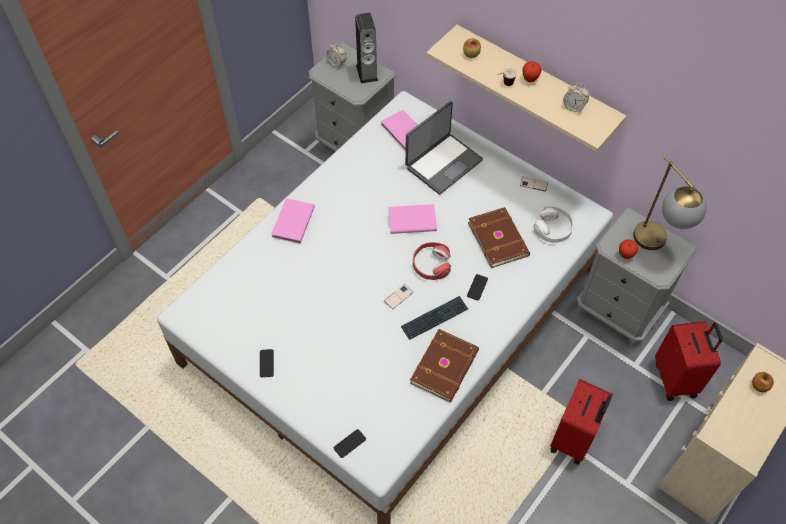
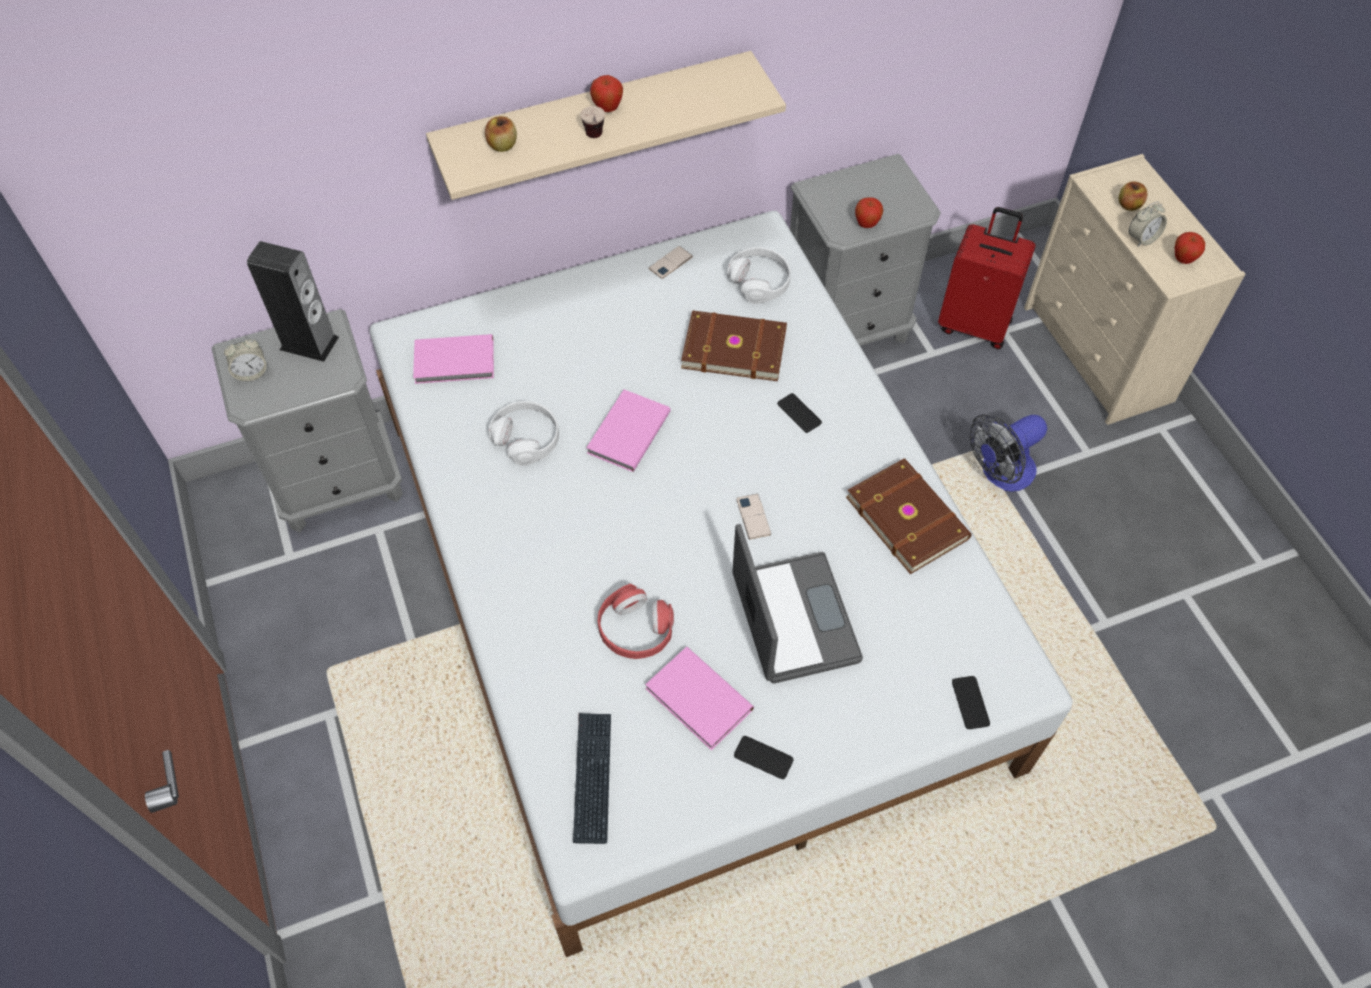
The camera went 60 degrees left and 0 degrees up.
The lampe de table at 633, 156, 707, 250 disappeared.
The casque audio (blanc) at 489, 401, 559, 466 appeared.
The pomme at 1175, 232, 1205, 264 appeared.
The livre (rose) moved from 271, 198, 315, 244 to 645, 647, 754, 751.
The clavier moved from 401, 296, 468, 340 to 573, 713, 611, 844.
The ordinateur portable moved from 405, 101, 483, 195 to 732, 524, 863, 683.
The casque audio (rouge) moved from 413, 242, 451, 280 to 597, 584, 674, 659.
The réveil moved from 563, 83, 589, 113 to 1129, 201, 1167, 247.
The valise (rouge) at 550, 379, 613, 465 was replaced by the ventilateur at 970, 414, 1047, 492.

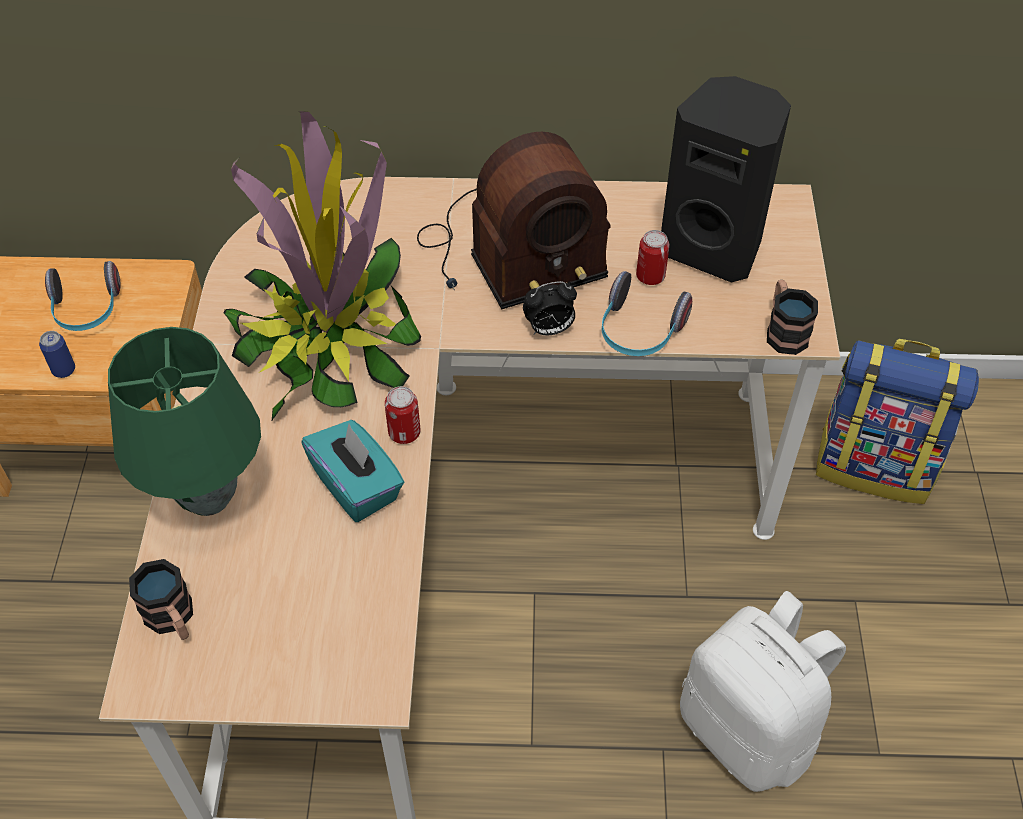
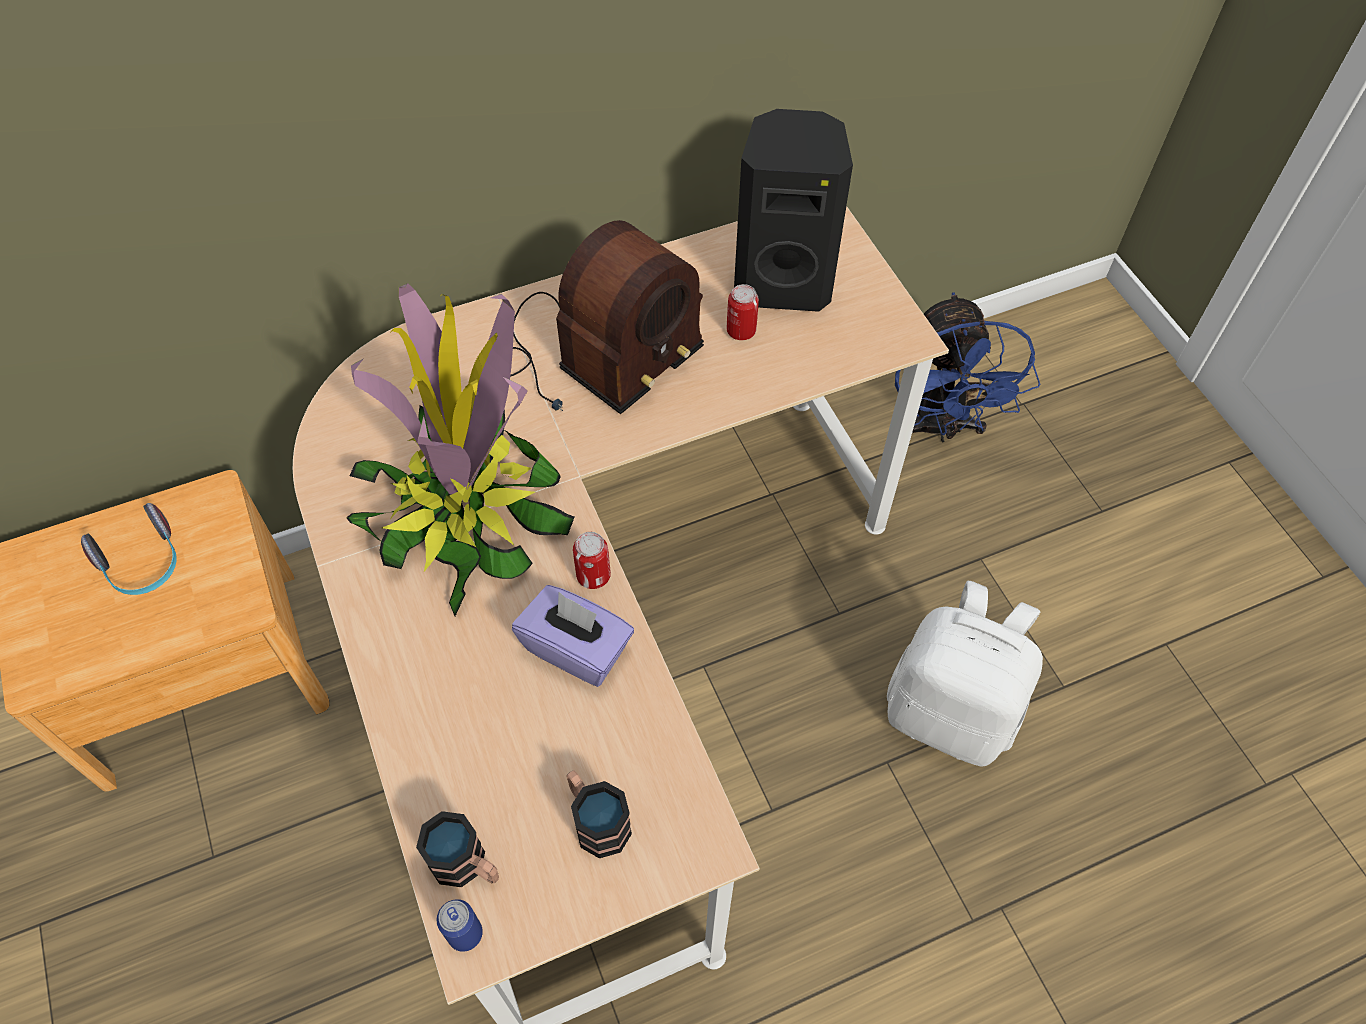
The camera went 25 degrees left and 5 degrees up.
The lampe de table (vert) at 108, 327, 261, 516 disappeared.
The réveil at 523, 281, 577, 335 disappeared.
The casque audio at 602, 271, 692, 356 disappeared.
The boîte métallique moved from 39, 331, 75, 378 to 437, 899, 483, 952.
The mug moved from 767, 280, 818, 355 to 567, 770, 632, 858.
The sac à dos at 816, 339, 979, 504 was replaced by the ventilateur (bleu) at 895, 292, 1041, 442.
The boîte à mouchoirs (turquoise) at 301, 420, 404, 522 became the boîte à mouchoirs (violet) at 512, 585, 634, 687.

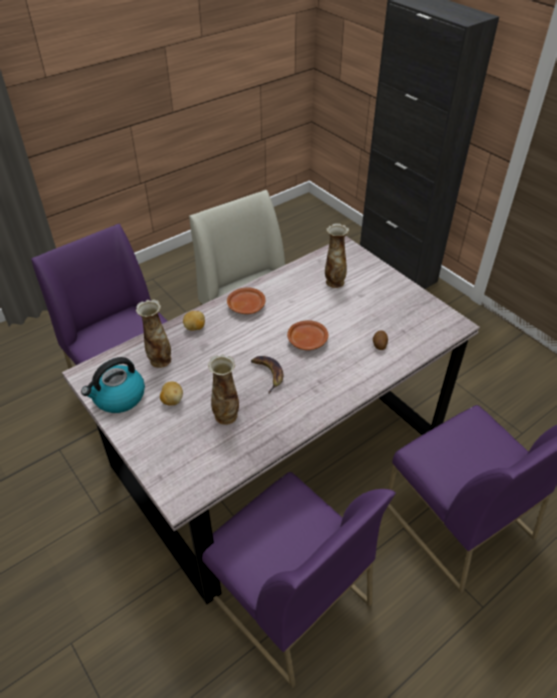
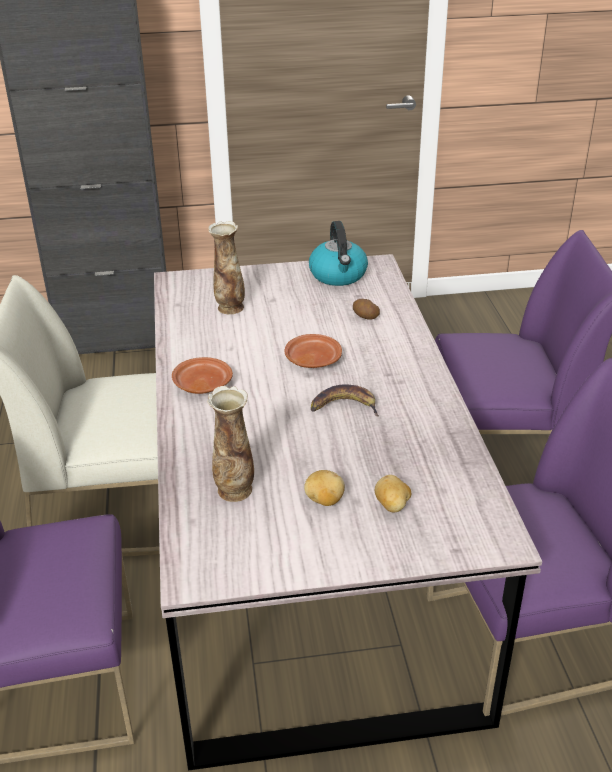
The camera went 60 degrees left and 10 degrees down.
The vase at 208, 354, 239, 425 disappeared.
The bouilloire moved from 81, 357, 145, 413 to 309, 221, 368, 286.
The pomme de terre moved from 183, 311, 205, 331 to 375, 475, 411, 513.

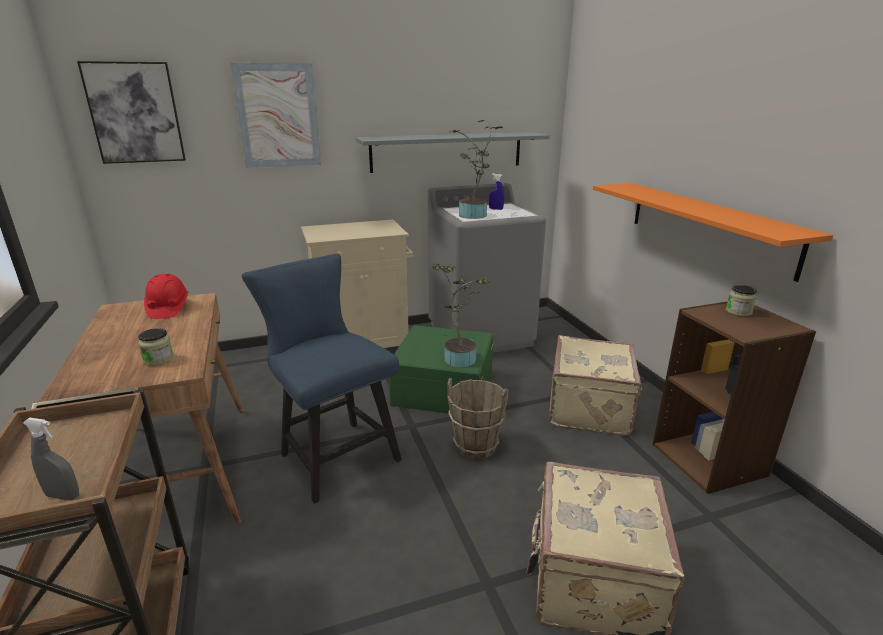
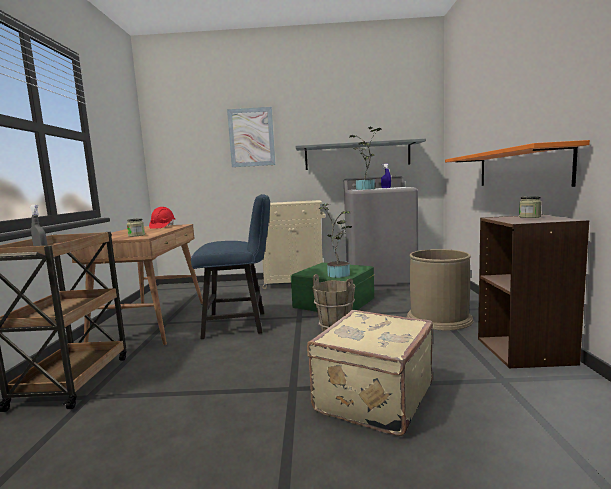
The camera went 20 degrees right and 15 degrees down.
The tableau at 77, 61, 186, 164 disappeared.
The valise (beige) at 549, 336, 642, 436 was replaced by the poubelle (marron) at 407, 249, 474, 331.
The chaise (bleu) at 242, 254, 402, 504 turned 105 degrees clockwise.

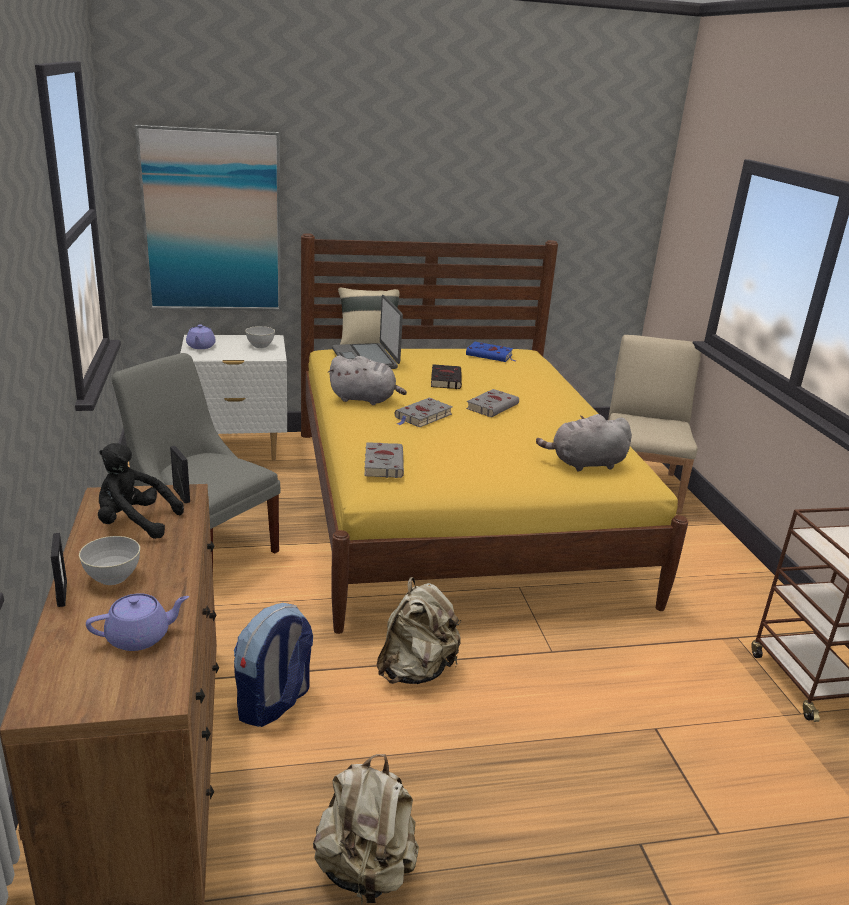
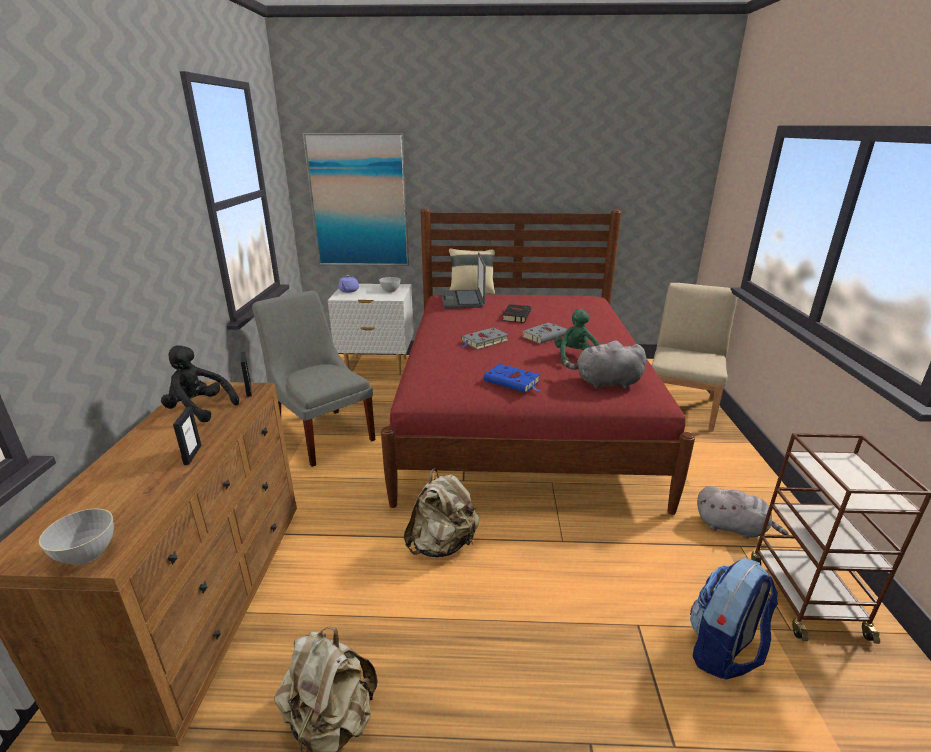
The camera went 15 degrees right and 0 degrees up.
The théière (violet) at 86, 593, 189, 651 disappeared.
The livre (gris) at 364, 442, 404, 478 disappeared.
The peluche (vert) at 554, 309, 599, 365 appeared.
The cadre photo moved from 51, 533, 67, 607 to 173, 407, 202, 465.
The bol (gris) moved from 79, 536, 140, 585 to 39, 508, 114, 565.
The sac à dos moved from 234, 603, 313, 727 to 690, 558, 778, 680.
The peluche (gris) moved from 328, 355, 407, 405 to 697, 486, 788, 539.
The livre (bleu) moved from 466, 342, 516, 362 to 484, 364, 541, 393.
The lit (jaune) at 301, 233, 688, 634 became the lit (rouge) at 381, 208, 695, 515.

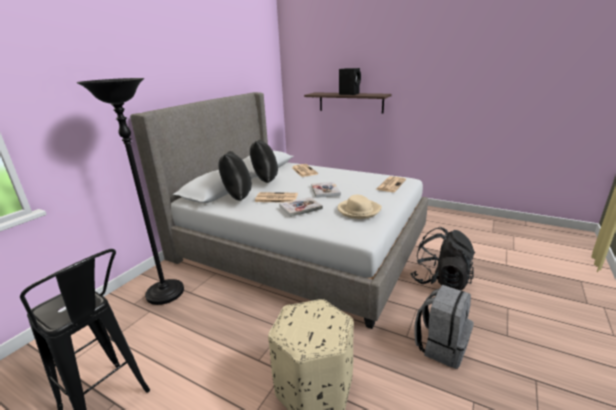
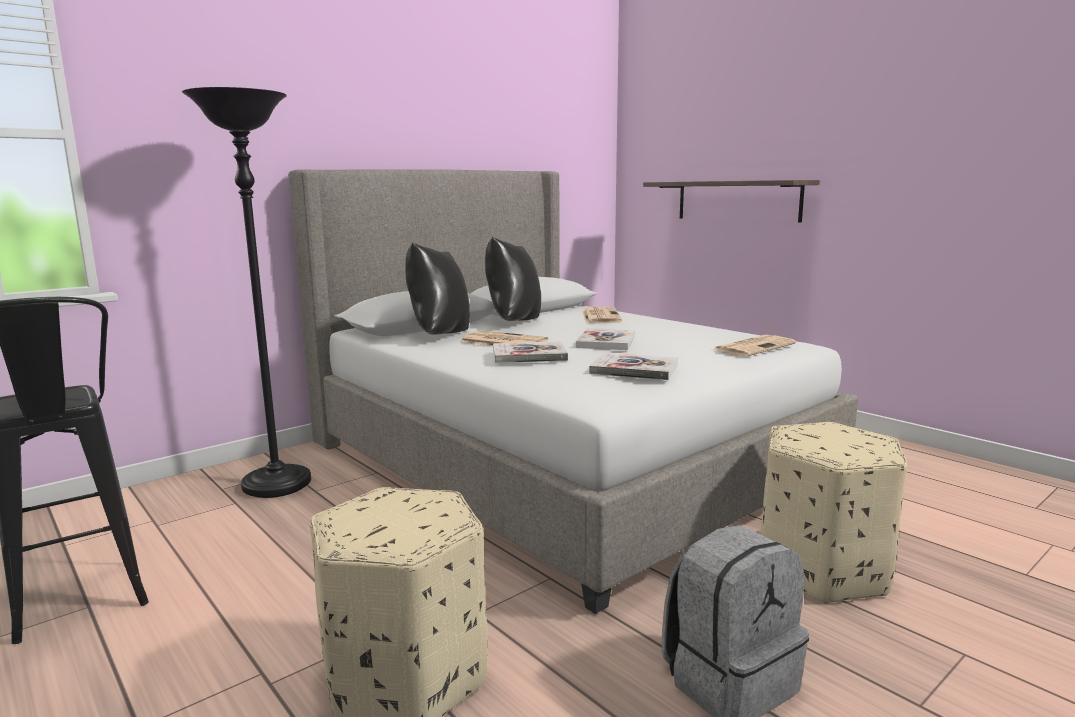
The camera went 20 degrees right and 10 degrees down.
The enceinte (noir) at 339, 68, 361, 95 disappeared.
The chapeau (beige) at 338, 195, 382, 219 was replaced by the livre at 589, 352, 678, 380.
The sac à dos (noir) at 410, 227, 475, 291 was replaced by the pouf (beige) at 761, 422, 907, 604.

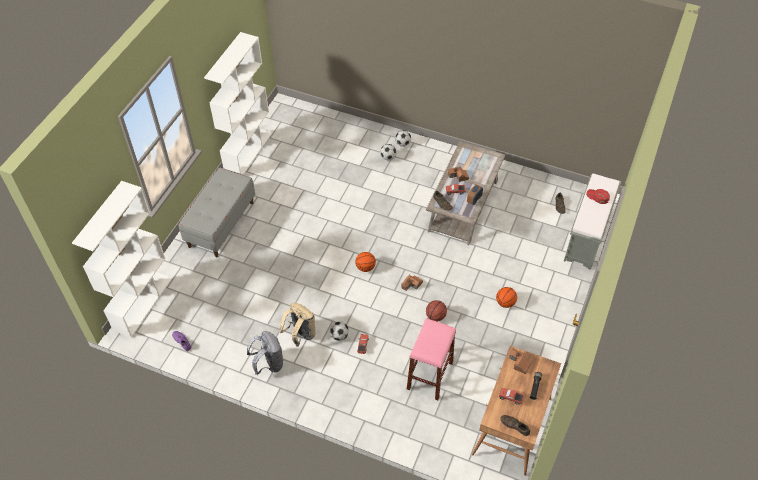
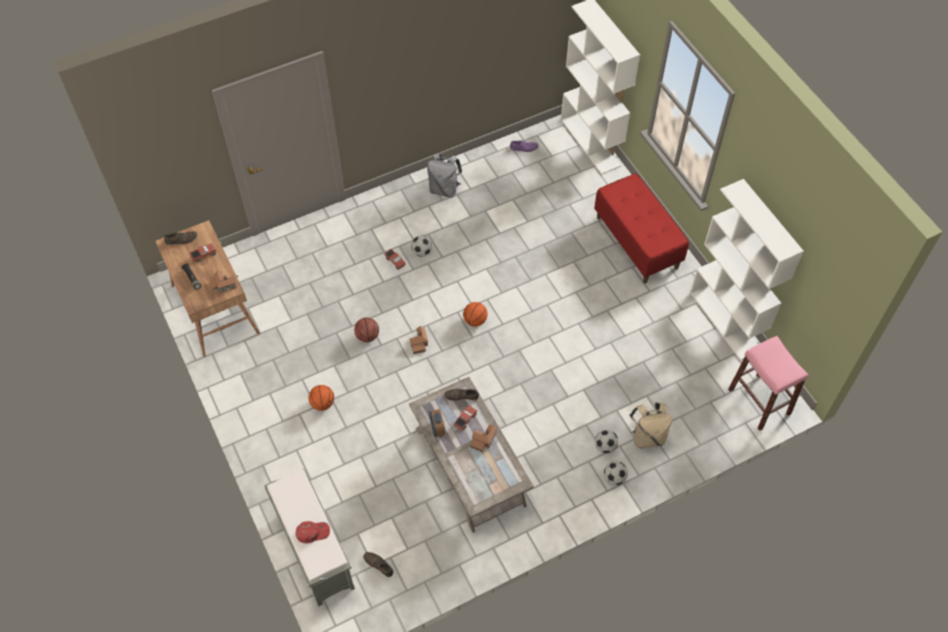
The camera went 130 degrees right and 5 degrees up.
The sac à dos (beige) moved from 279, 303, 316, 347 to 629, 402, 672, 448.
The tabouret (rose) moved from 407, 319, 456, 400 to 728, 336, 808, 431.
The banc (gris) at 179, 168, 255, 257 became the banc (rouge) at 594, 173, 689, 283.

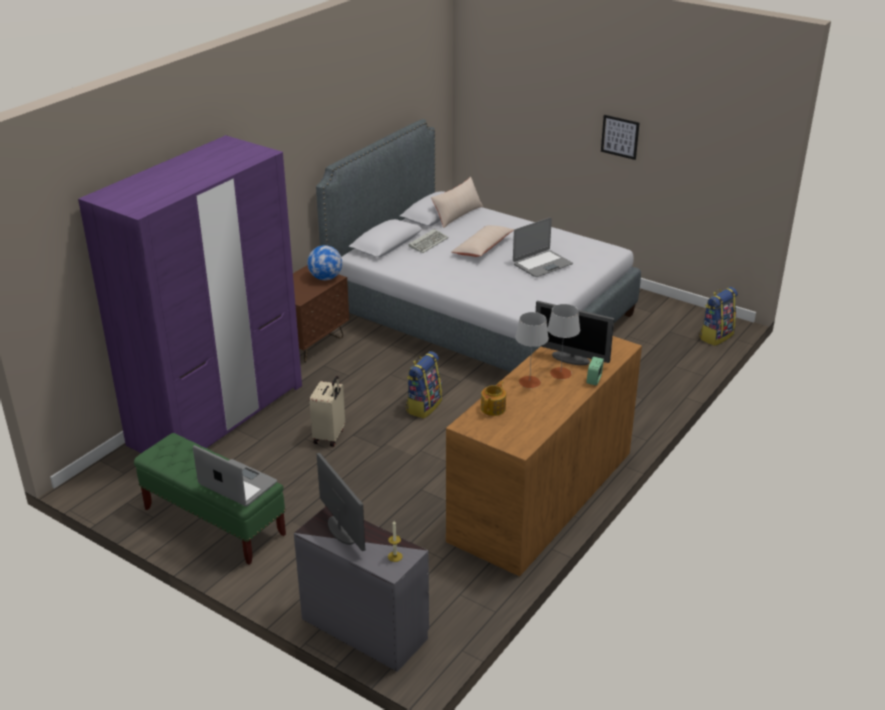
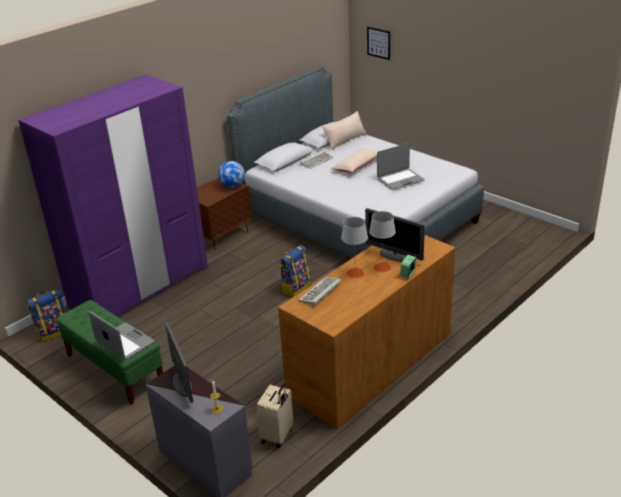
The camera went 10 degrees right and 0 degrees up.
The valise (beige) moved from 309, 376, 345, 447 to 257, 384, 294, 448.
The tableau moved from 601, 115, 639, 160 to 367, 27, 390, 60.
The sac à dos moved from 699, 287, 738, 346 to 28, 289, 66, 342.
The théière at 481, 381, 506, 416 was replaced by the clavier at 299, 277, 342, 305.

